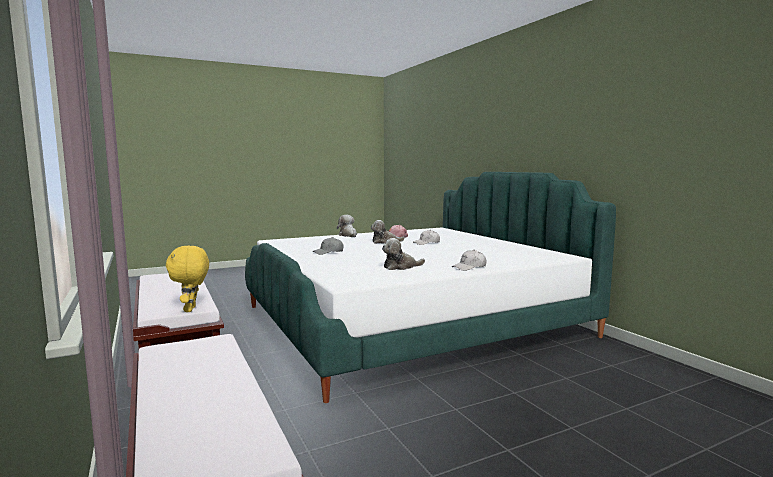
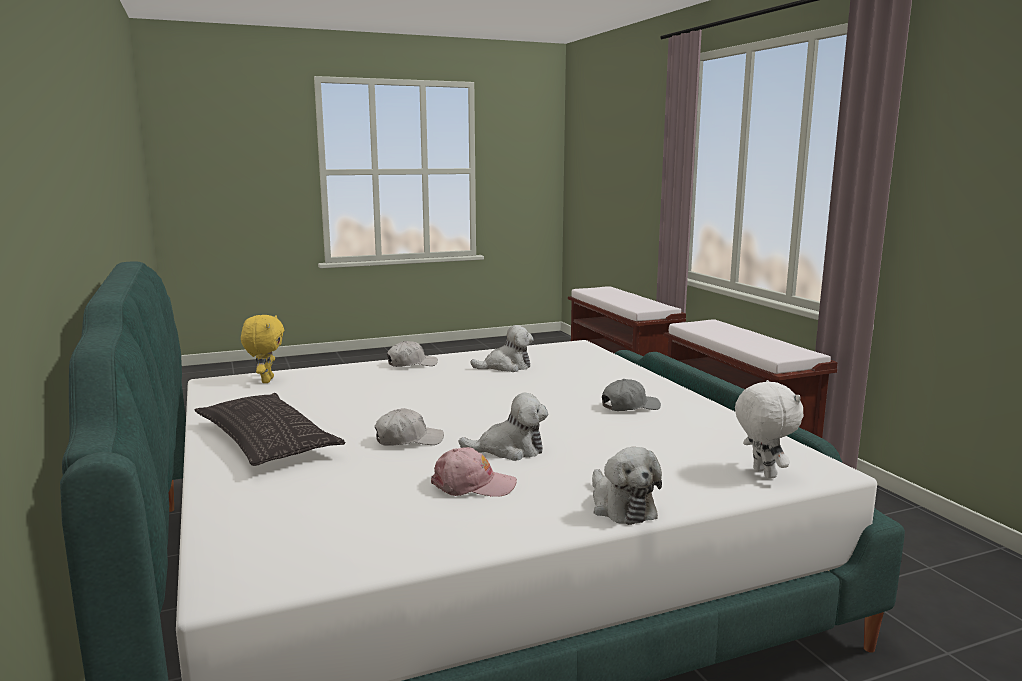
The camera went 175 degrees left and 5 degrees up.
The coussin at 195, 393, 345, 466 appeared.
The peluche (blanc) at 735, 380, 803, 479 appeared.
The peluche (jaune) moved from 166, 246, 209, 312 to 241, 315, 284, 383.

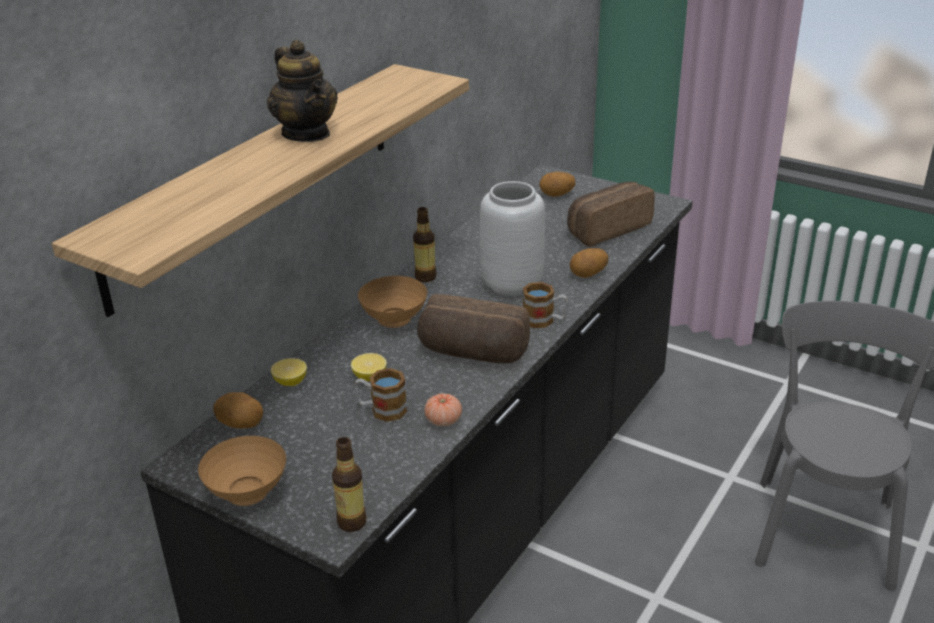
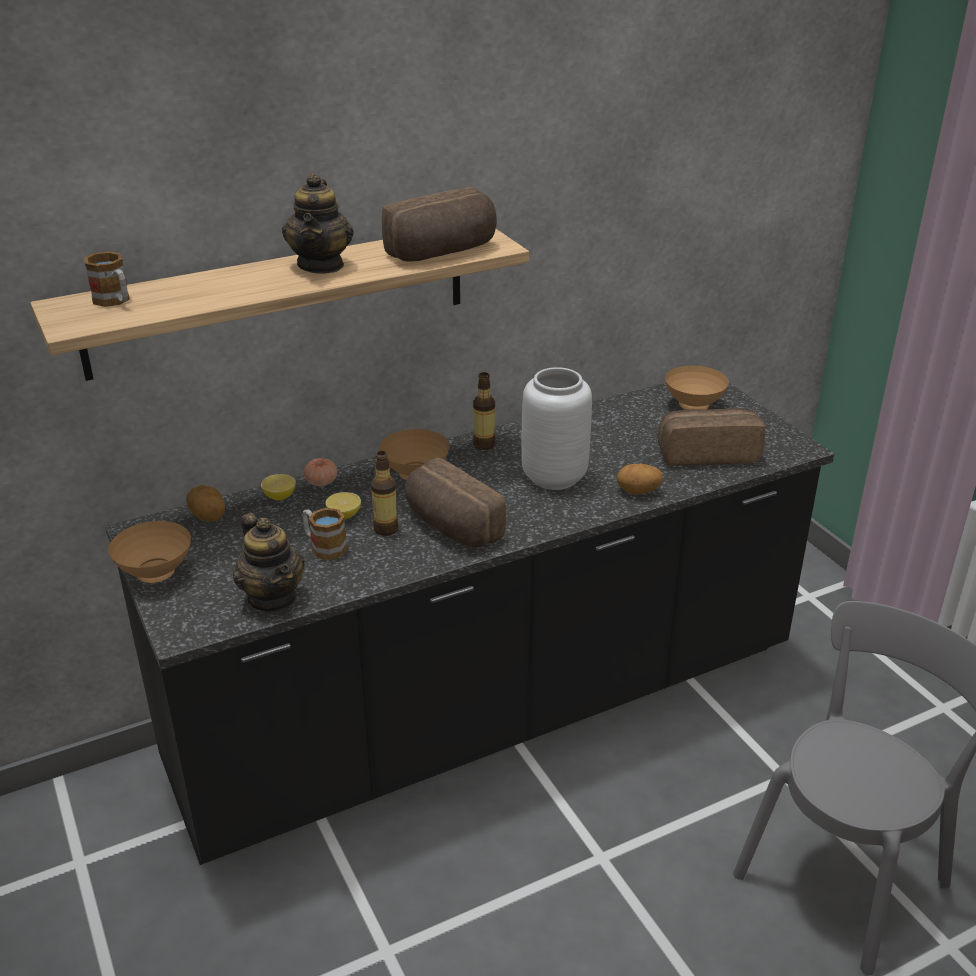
The camera went 30 degrees right and 0 degrees up.
The théière at 233, 513, 305, 612 appeared.
The pain at 382, 187, 497, 262 appeared.
The bouteille moved from 332, 437, 367, 532 to 371, 451, 398, 536.
The tomate moved from 424, 394, 462, 426 to 304, 458, 337, 486.
The mug moved from 523, 282, 568, 328 to 84, 251, 130, 307.
The pomme de terre at 539, 172, 576, 197 was replaced by the bol (marron) at 665, 366, 729, 410.

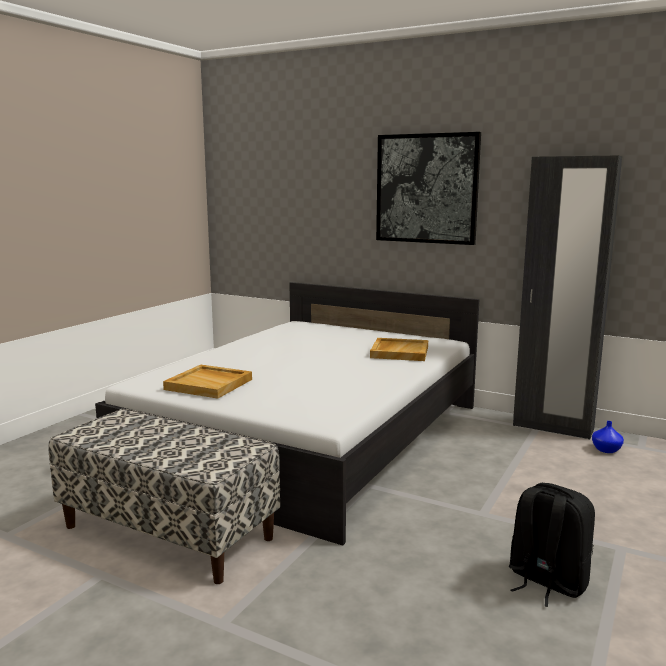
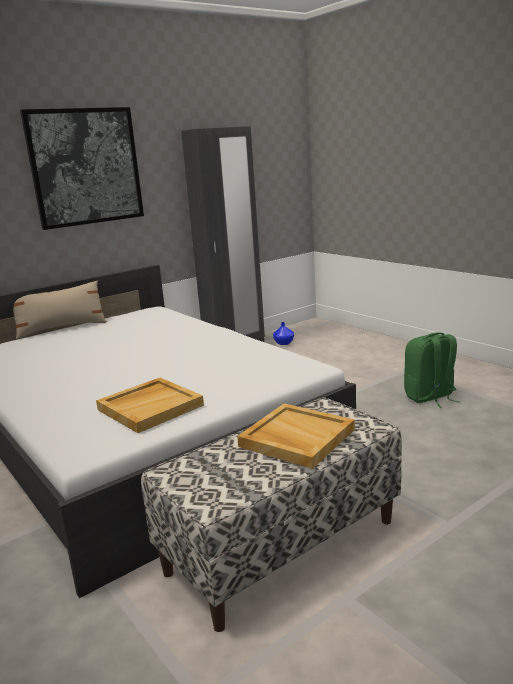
The camera went 65 degrees left and 5 degrees up.
The coussin (beige) at 13, 280, 107, 339 appeared.
The plateau (beige) moved from 370, 338, 428, 361 to 237, 403, 355, 469.
The sac à dos (noir) at 509, 483, 595, 607 became the sac à dos (vert) at 404, 332, 459, 408.

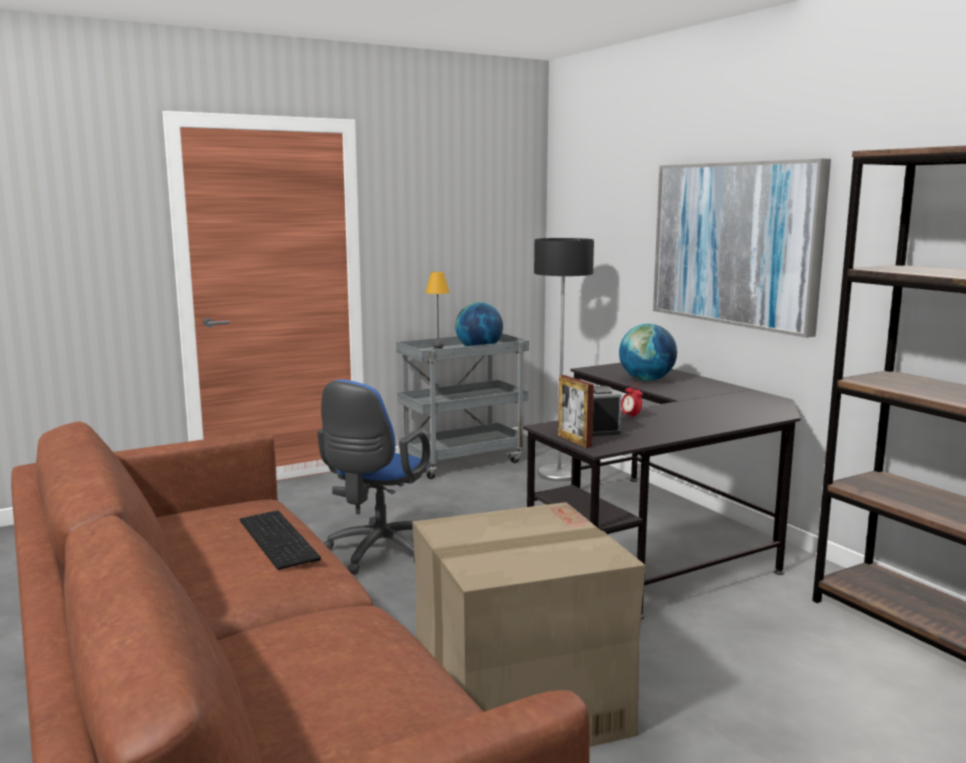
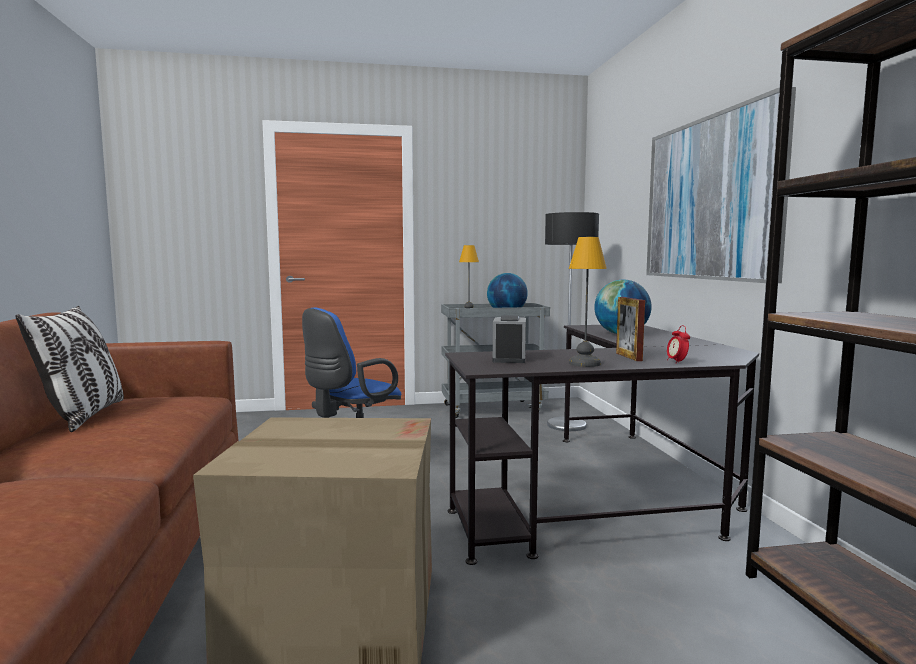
The camera went 20 degrees right and 5 degrees down.
The clavier at 240, 510, 321, 570 disappeared.
The coussin at 15, 306, 124, 432 appeared.
The lampe de table at 569, 237, 607, 367 appeared.
The cadre photo moved from 558, 375, 594, 448 to 616, 297, 645, 361.
The réveil moved from 621, 383, 643, 419 to 667, 325, 690, 364.

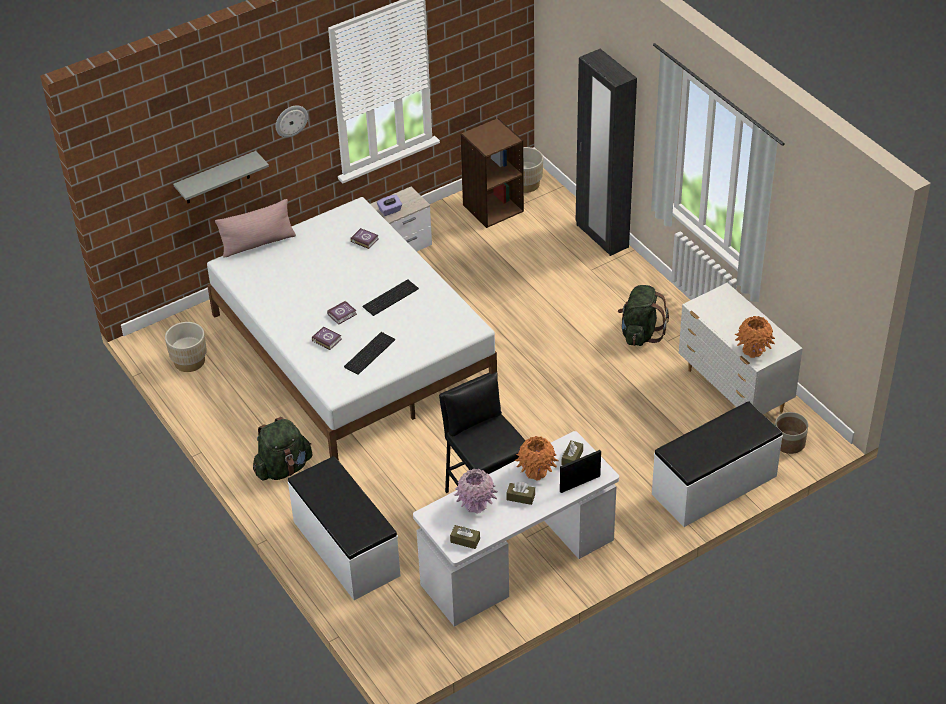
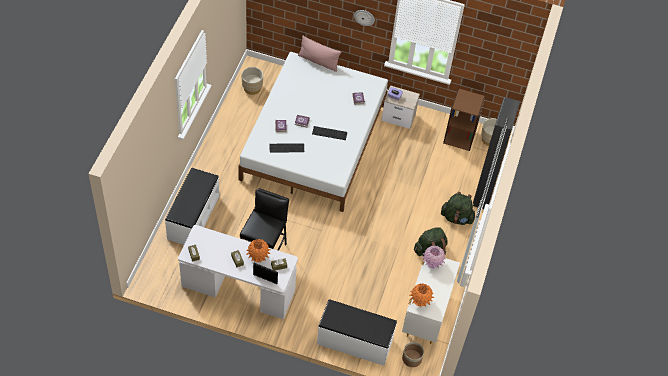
The camera went 45 degrees right and 10 degrees up.
The étagère (gris) at 173, 151, 269, 203 disappeared.
The sac à dos (vert) moved from 253, 417, 312, 480 to 441, 192, 475, 225.
The vase (rose) moved from 454, 468, 498, 514 to 422, 245, 446, 269.

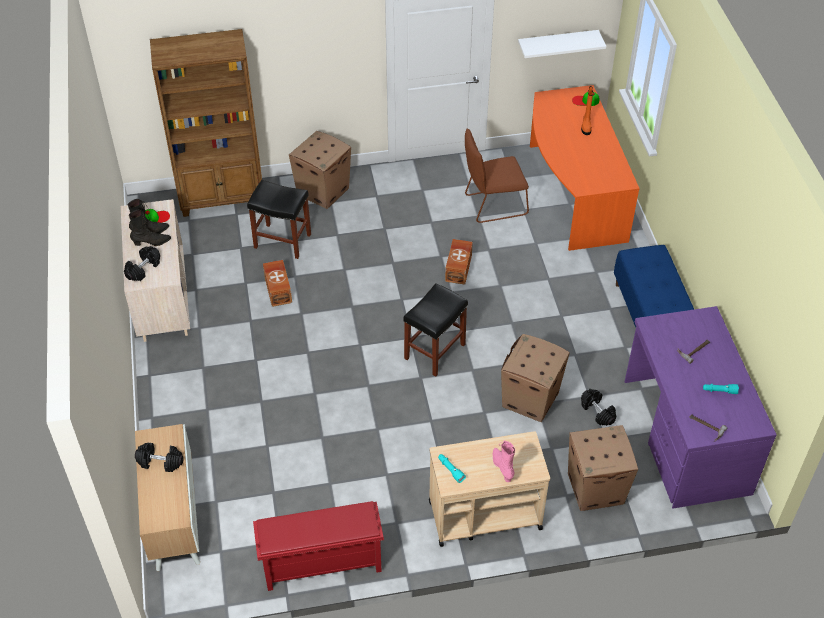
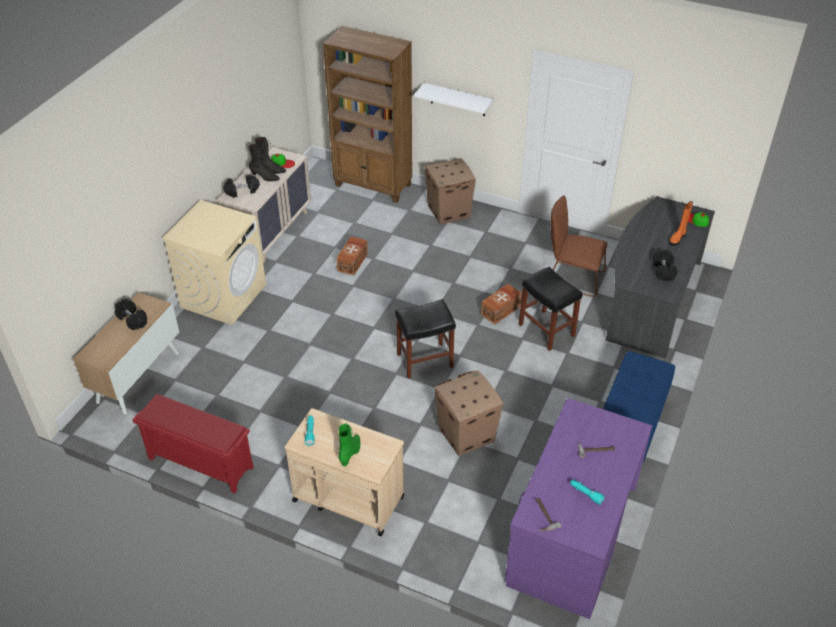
The camera went 35 degrees right and 5 degrees down.
The carton at 568, 425, 638, 511 disappeared.
The lave-linge (beige) at 162, 200, 266, 325 appeared.
The tabouret (noir) moved from 247, 180, 311, 259 to 518, 267, 582, 351.
The étagère (blanc) moved from 518, 30, 606, 58 to 414, 83, 493, 116.
The haltère (noir) moved from 581, 389, 616, 426 to 653, 249, 678, 282.
The botte (rose) at 493, 441, 515, 482 became the botte (vert) at 338, 423, 360, 466.
The bureau (orange) at 530, 85, 640, 251 became the bureau (gris) at 606, 196, 715, 359.

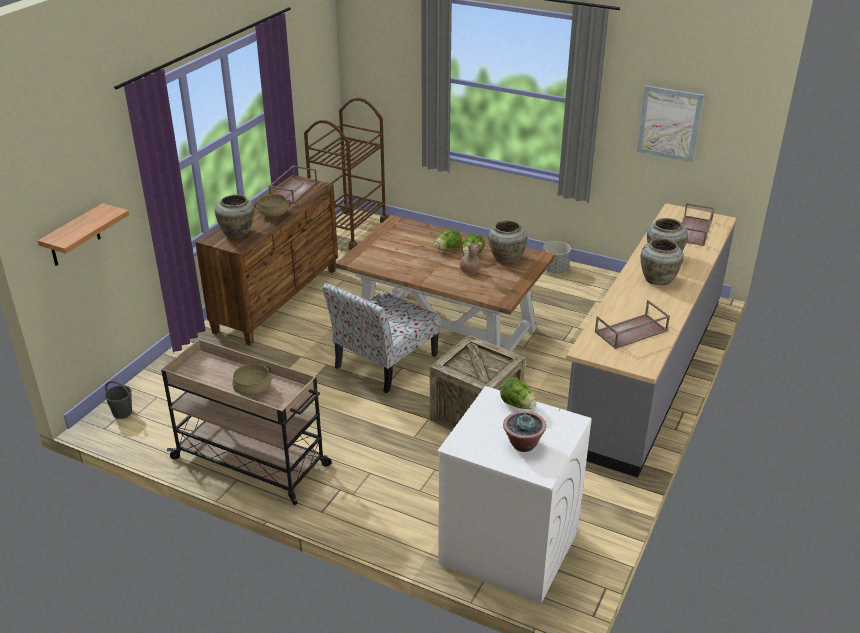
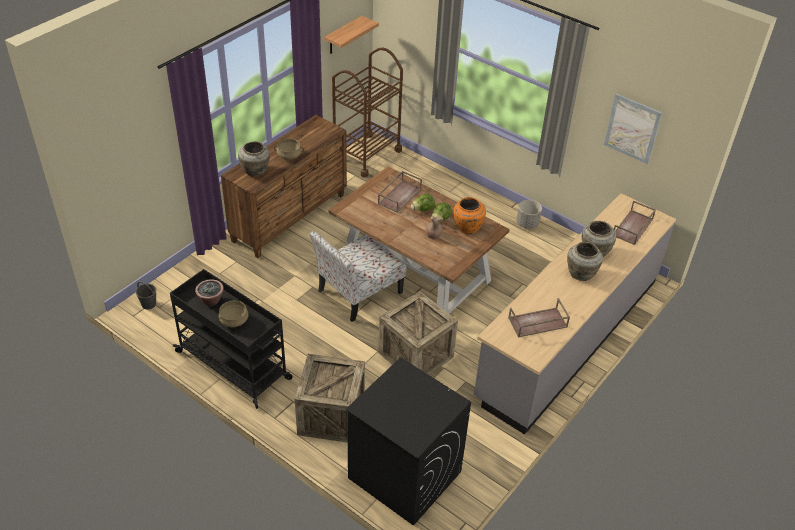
The camera went 10 degrees right and 10 degrees up.
The laitue at 500, 377, 537, 409 disappeared.
The caisse at 295, 354, 365, 443 appeared.
The étagère moved from 38, 203, 129, 266 to 324, 16, 379, 54.
The plateau (marron) moved from 269, 165, 317, 204 to 378, 171, 422, 213.
The plante en pot moved from 503, 411, 546, 452 to 195, 279, 224, 306.
The chariot (beige) at 161, 339, 331, 505 became the chariot (noir) at 170, 269, 293, 409.
The lave-linge (blanc) at 437, 386, 592, 604 became the lave-linge (noir) at 345, 357, 471, 526.
The vase (beige) at 488, 220, 527, 265 became the vase (orange) at 453, 197, 486, 234.

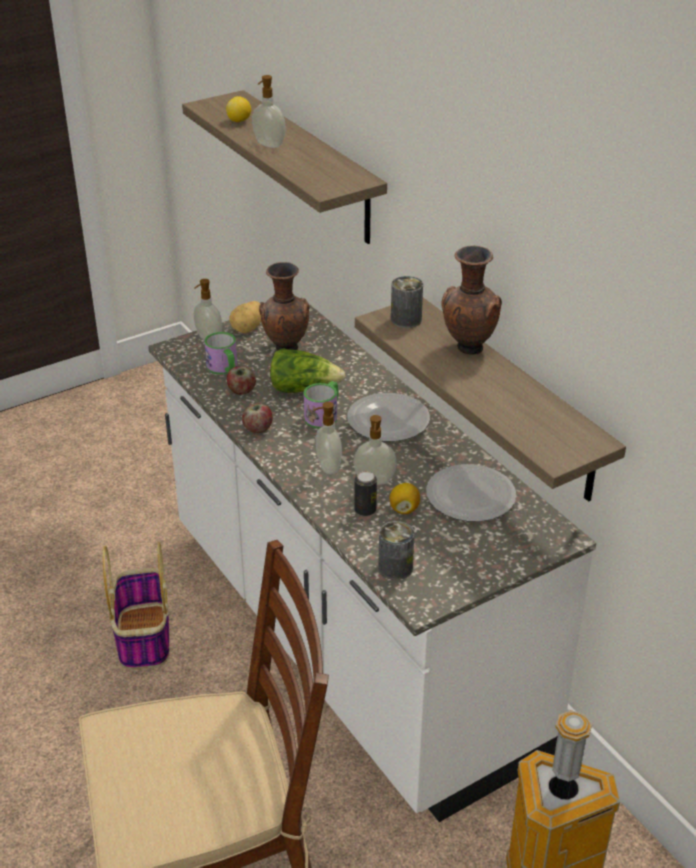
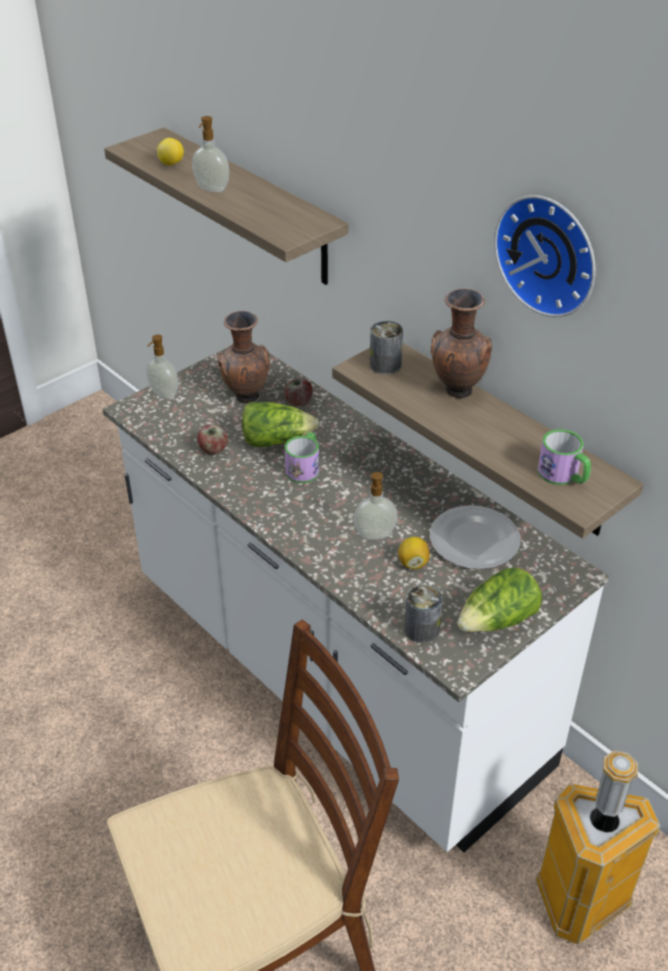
The camera went 10 degrees left and 5 degrees up.
The panier at 103, 542, 169, 669 disappeared.
The pomme de terre at 229, 301, 261, 333 disappeared.
The distributeur de savon at 314, 402, 342, 474 disappeared.
The assiette at 347, 393, 430, 441 disappeared.
The boîte métallique at 354, 471, 377, 516 disappeared.
The laitue at 457, 568, 542, 632 appeared.
The horloge murale at 494, 195, 595, 317 appeared.
The mug moved from 204, 332, 237, 375 to 538, 429, 591, 485.
The pomme moved from 242, 404, 273, 433 to 284, 378, 313, 406.

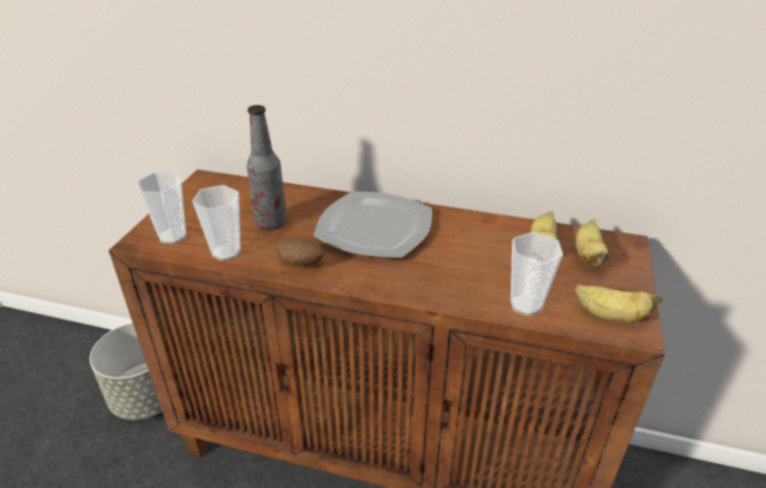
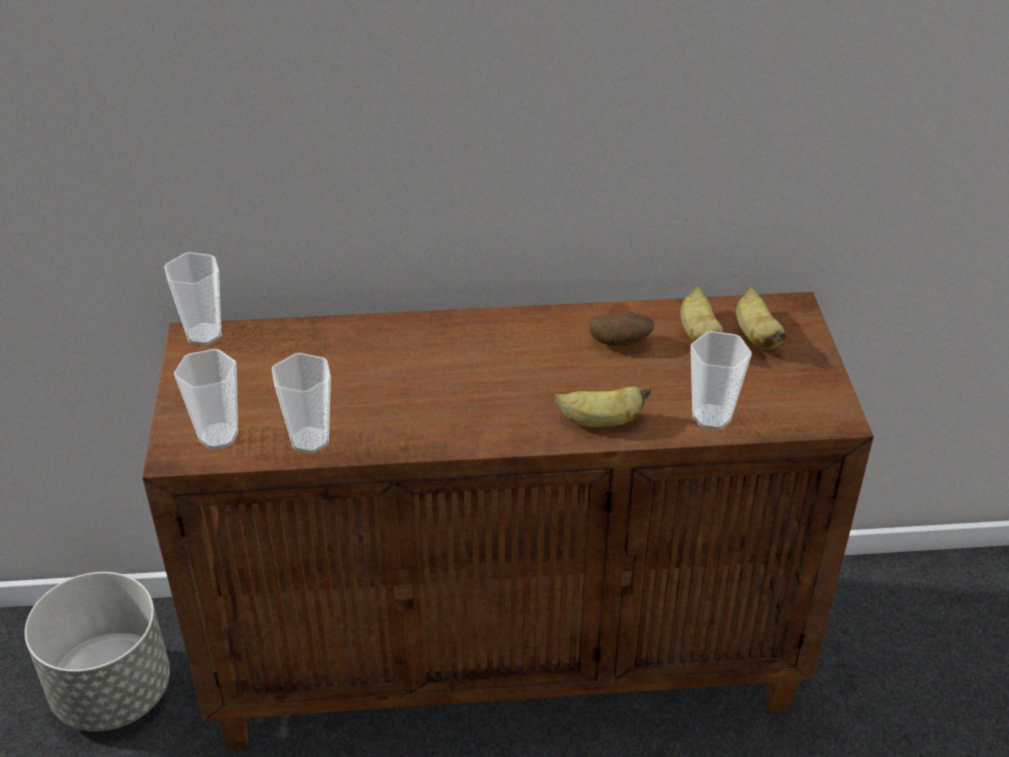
The camera went 20 degrees left and 5 degrees up.
The bouteille at 247, 105, 287, 230 disappeared.
The assiette at 313, 191, 432, 258 disappeared.
The tasse at 164, 252, 221, 345 appeared.
The pomme de terre moved from 276, 238, 324, 266 to 589, 311, 654, 346.
The banane moved from 575, 284, 662, 322 to 554, 386, 651, 427.

